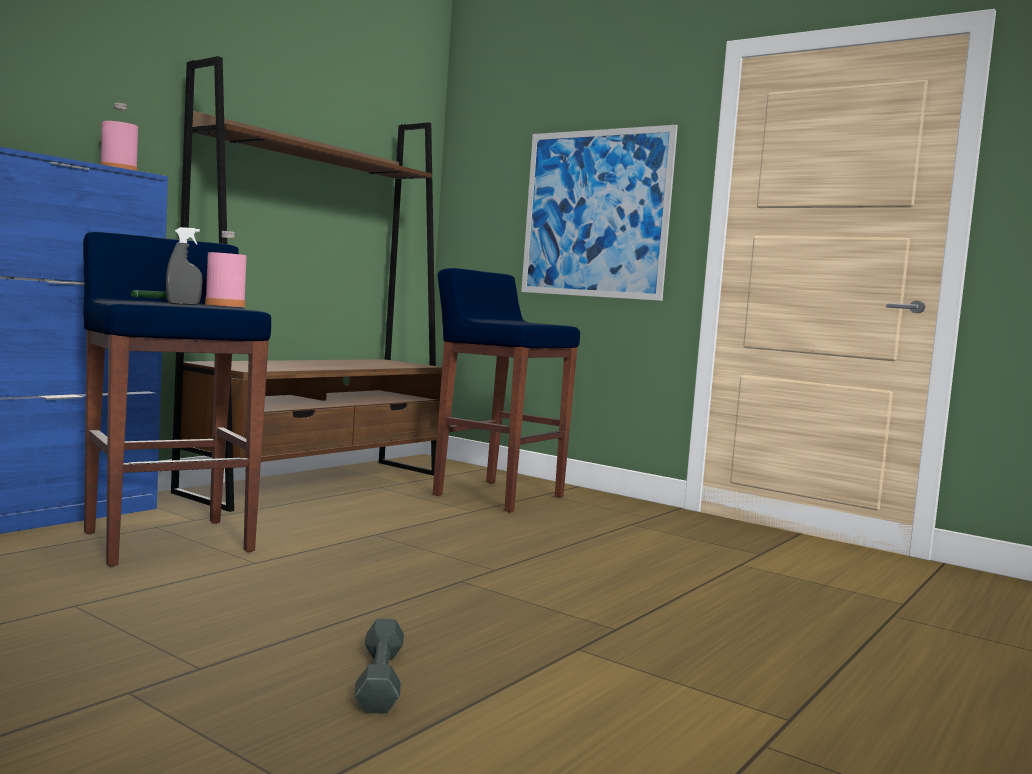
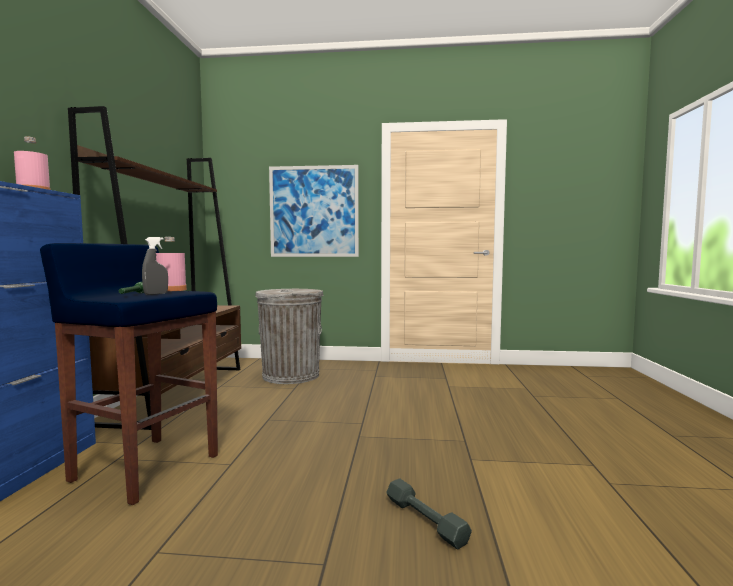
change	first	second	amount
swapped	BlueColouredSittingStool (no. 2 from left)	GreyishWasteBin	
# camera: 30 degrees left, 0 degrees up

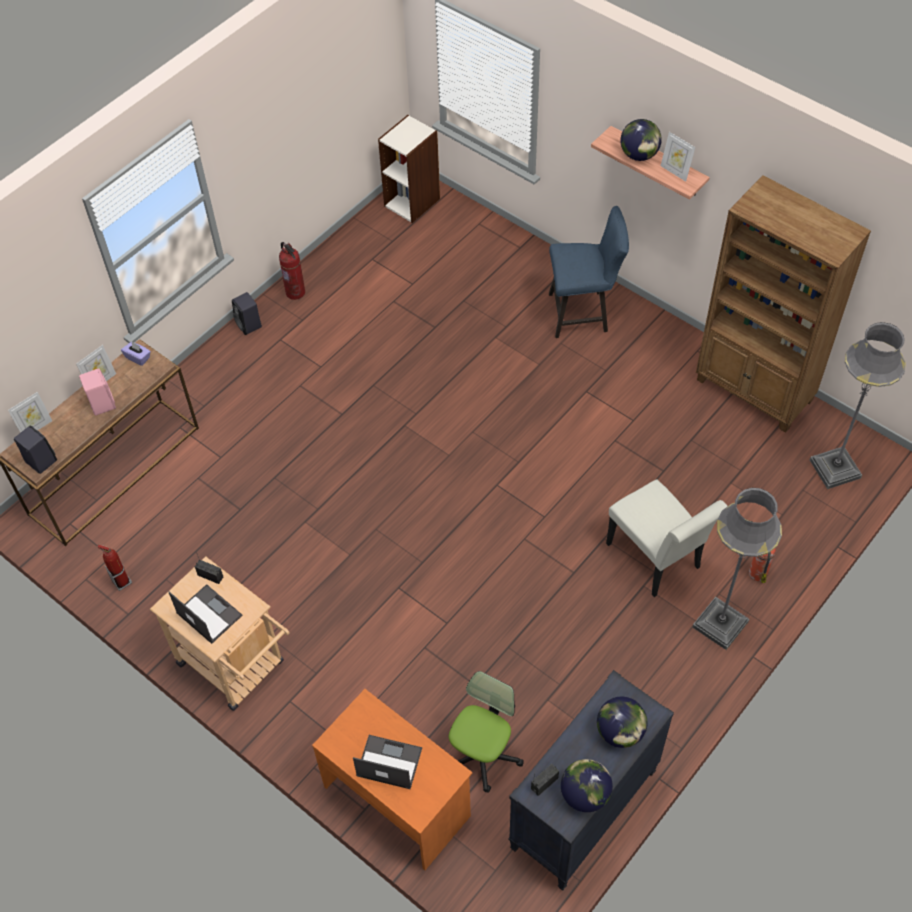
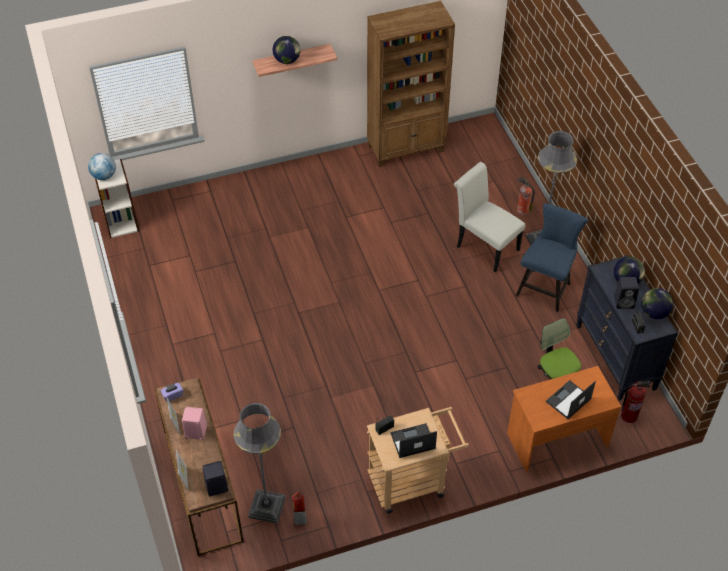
change	first	second	amount
gone	PictureFrame (no. 3 from left)		
shifted	BlueColouredPlainChair		
shifted	FireExtinguisher (no. 2 from left in the first image)	FireExtinguisher (no. 3 from left)	
shifted	BlackishSpeaker (no. 2 from left)		
shifted	GreyishFloorLamp (no. 2 from left in the first image)	GreyishFloorLamp (no. 1 from left)	
rotated	WhiteColouredPlainChair		135 degrees counterclockwise
new		Globe (no. 1 from left)	
# camera: 60 degrees left, 5 degrees down

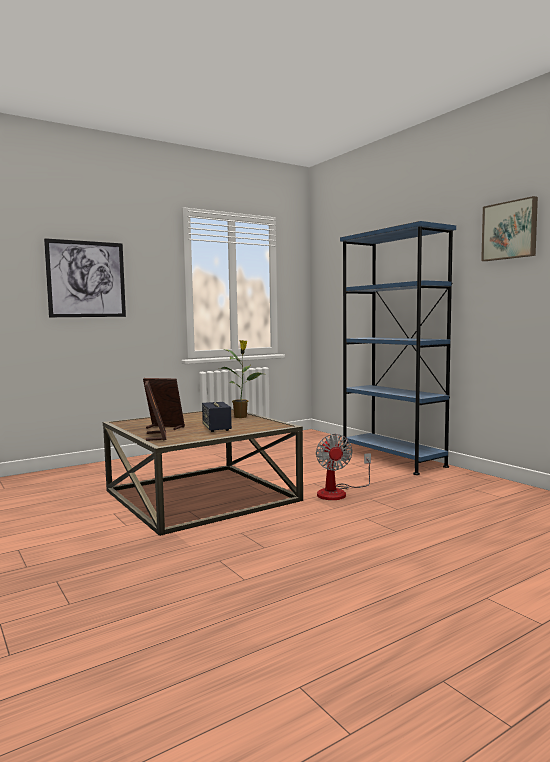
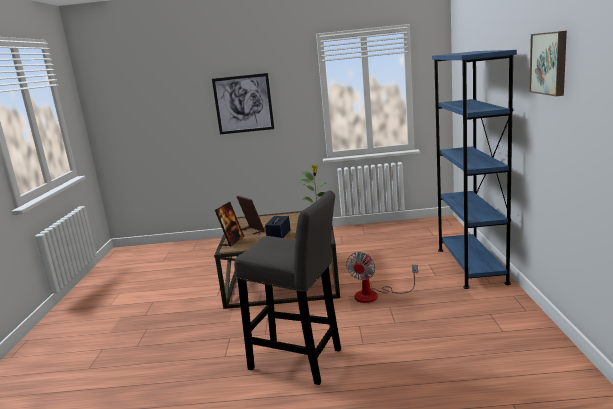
change	first	second	amount
new		GreyishSittingStool	
# camera: 35 degrees right, 10 degrees up

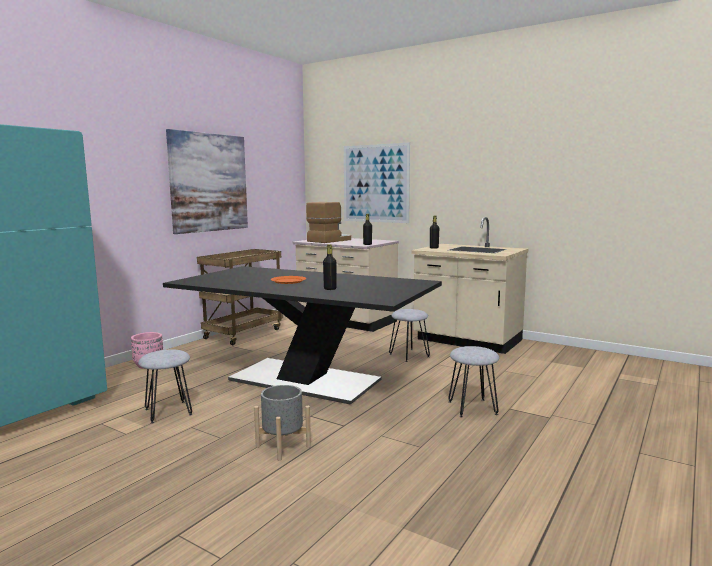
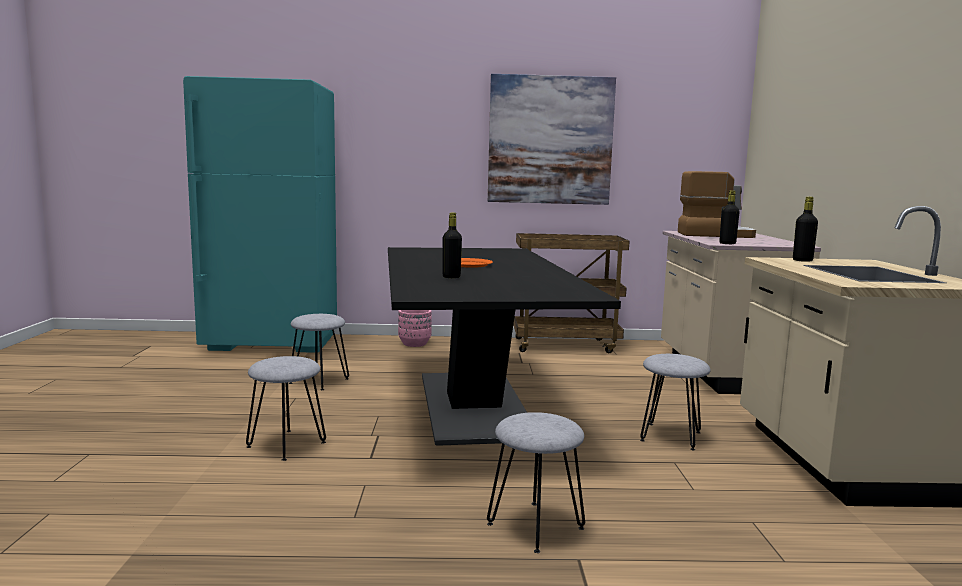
change	first	second	amount
gone	WallArt (no. 2 from left)		
swapped	GreyishPlantPot	GreyishSittingStool (no. 1 from left)	
# camera: 55 degrees right, 0 degrees up

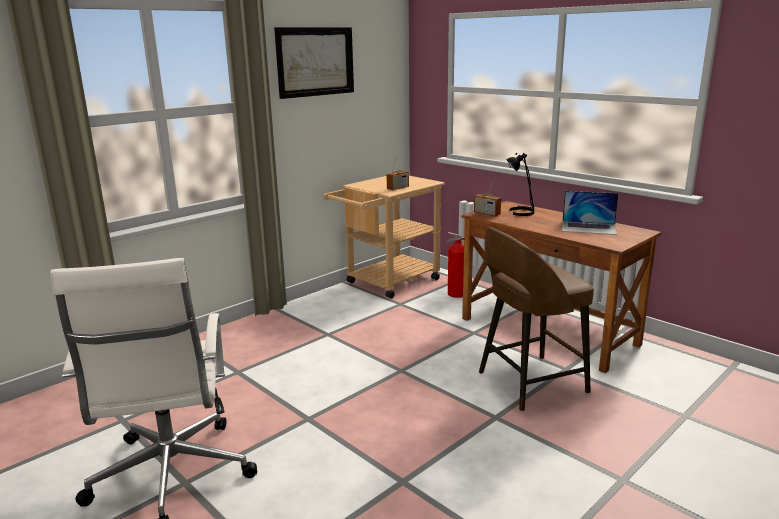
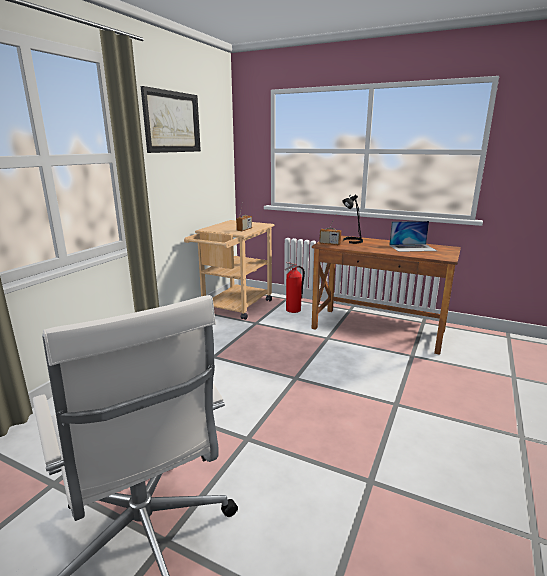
change	first	second	amount
gone	BrownishSittingStool		
# camera: 20 degrees left, 0 degrees up

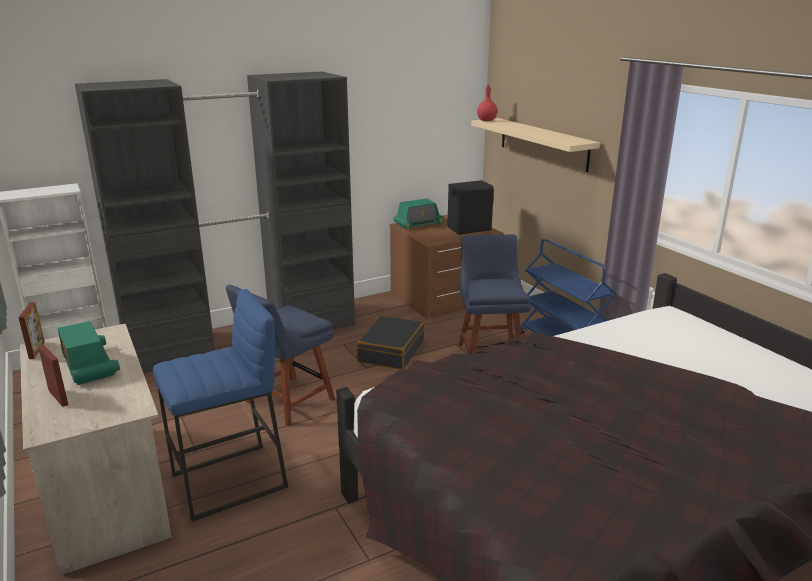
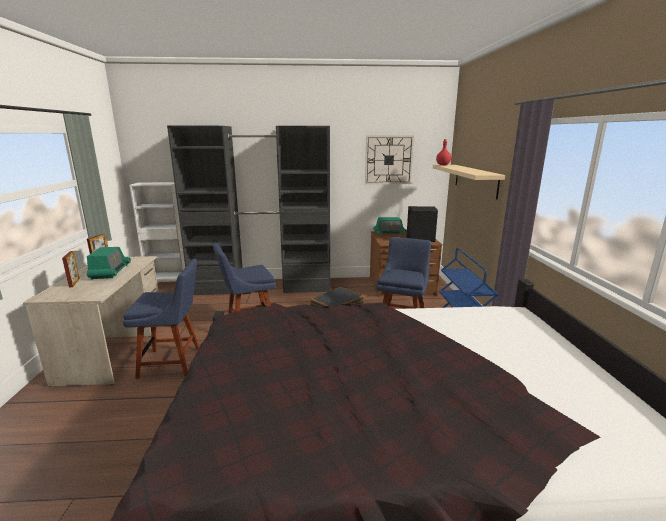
change	first	second	amount
swapped	BlueColouredSittingStool	BlueColouredPlainChair (no. 1 from left)	
new		HangingClock	
# camera: 25 degrees right, 5 degrees down

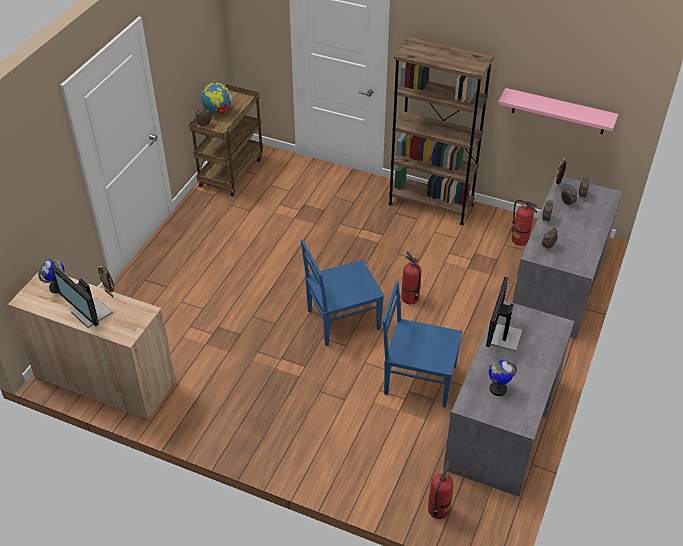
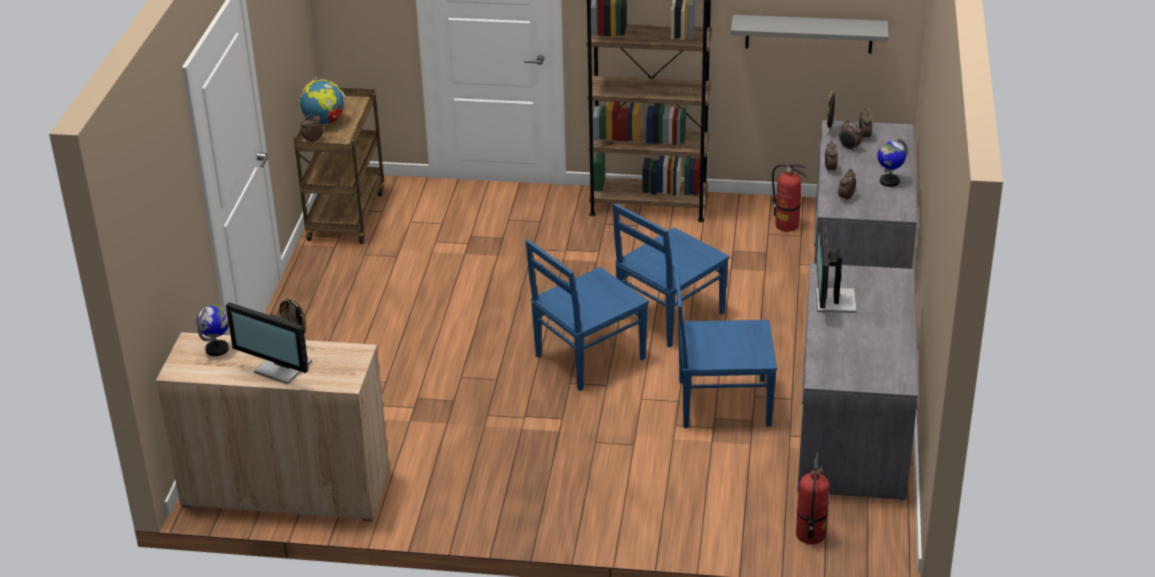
change	first	second	amount
repainted	PinkishBracketShelf	GreyishBracketShelf	
swapped	FireExtinguisher (no. 1 from left)	BlueColouredPlainChair (no. 2 from left)	
shifted	Globe (no. 3 from left)		
# camera: 15 degrees left, 10 degrees down

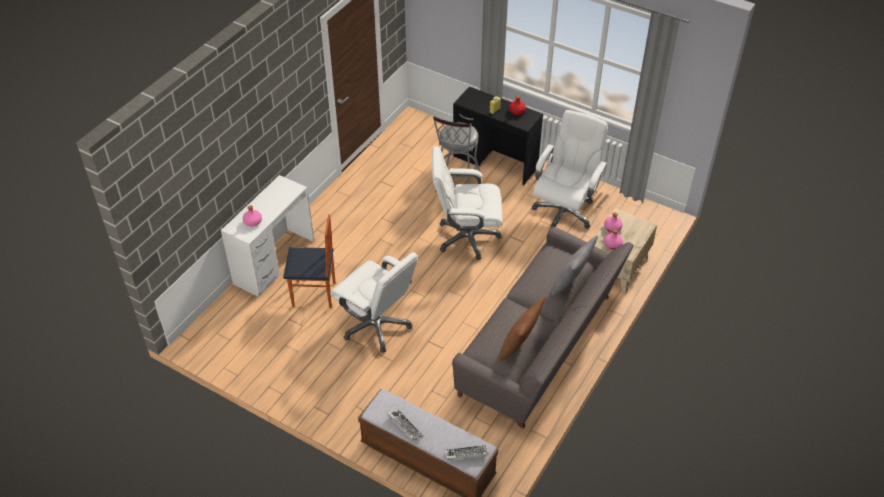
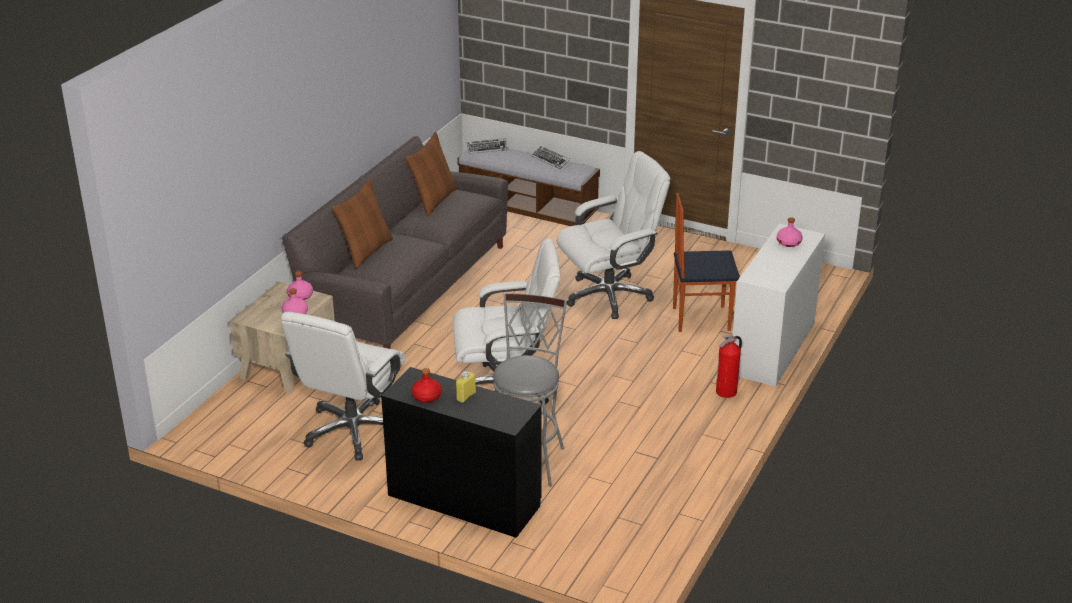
change	first	second	amount
repainted	GreyishCushion	BrownishCushion (no. 1 from left)	
rotated	WhiteColouredDeskChair (no. 1 from left in the first image)	WhiteColouredDeskChair (no. 3 from left)	120 degrees clockwise
new		FireExtinguisher	
# camera: 175 degrees right, 15 degrees down

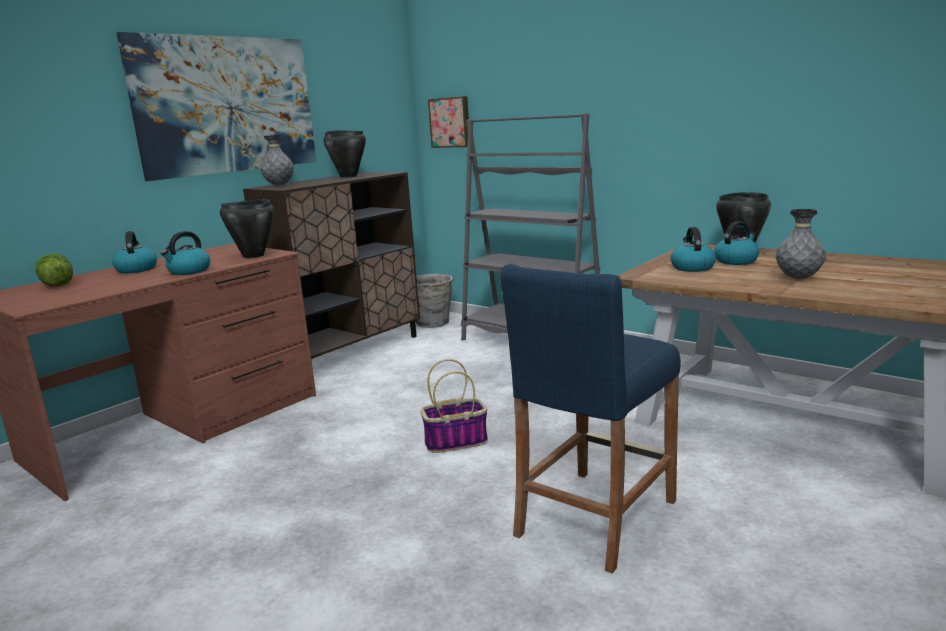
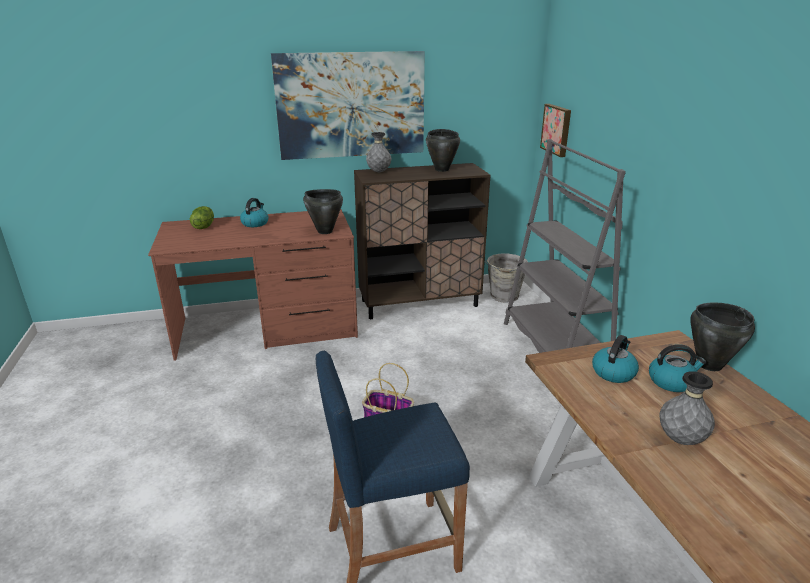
change	first	second	amount
gone	TeaKettle (no. 2 from left)		
# camera: 35 degrees right, 10 degrees up

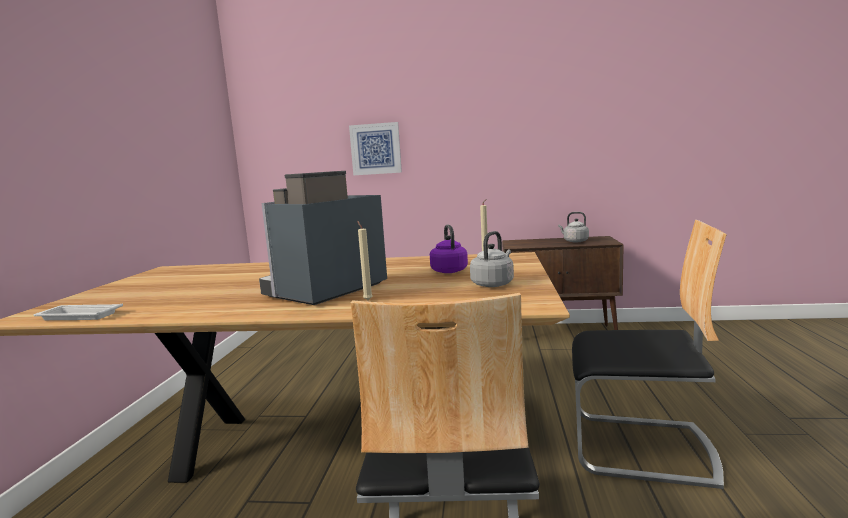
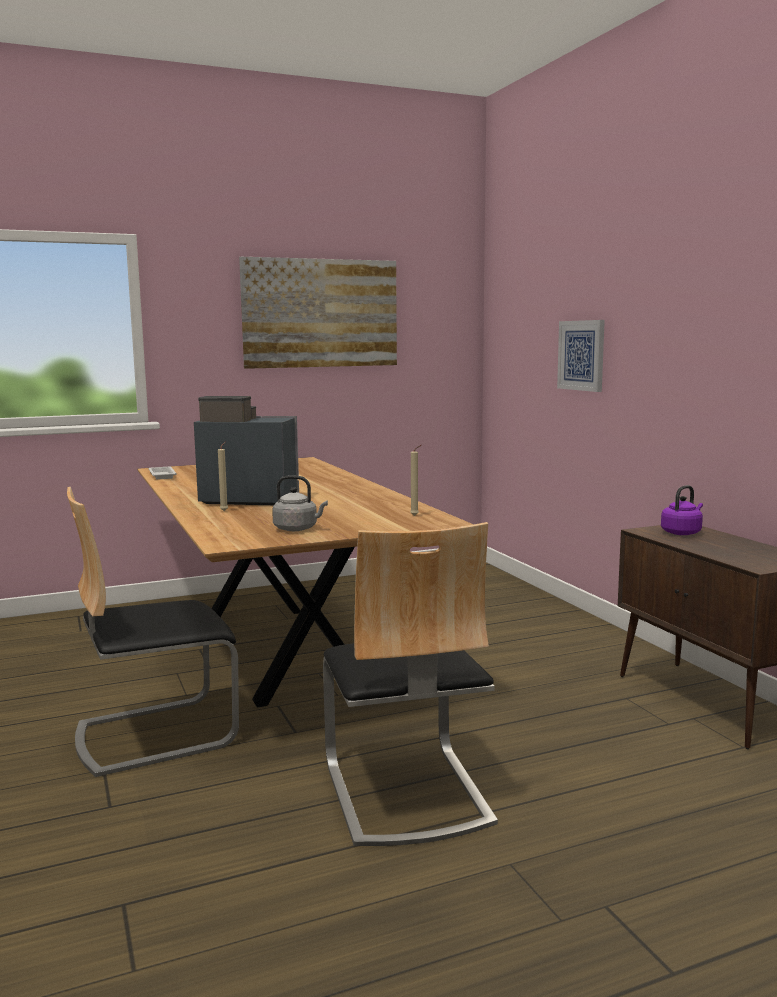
change	first	second	amount
gone	GreyishTeaKettle (no. 2 from left)		
shifted	PurpleTeaKettle		
new		WallArt (no. 1 from left)	
# camera: 60 degrees right, 0 degrees up

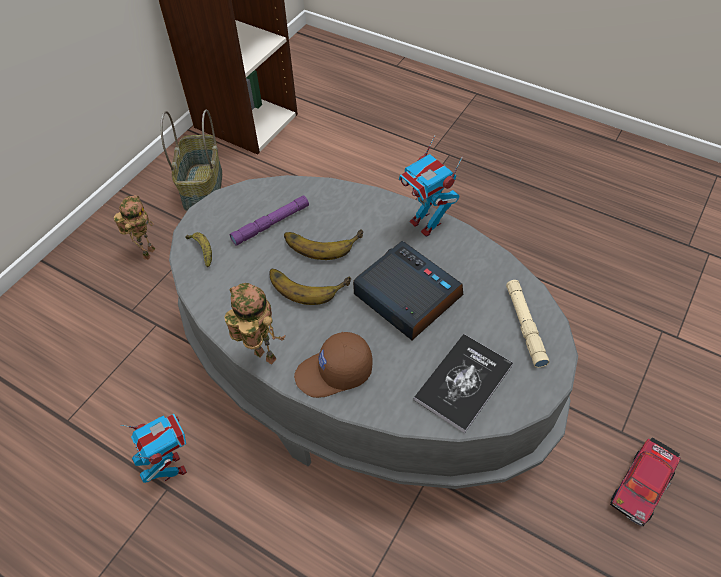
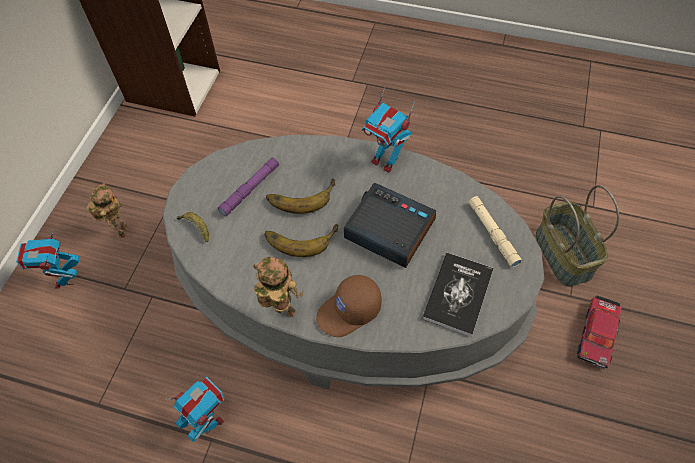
change	first	second	amount
shifted	Basket		
new		ToyRobot (no. 1 from left)	
# camera: 15 degrees left, 5 degrees up

